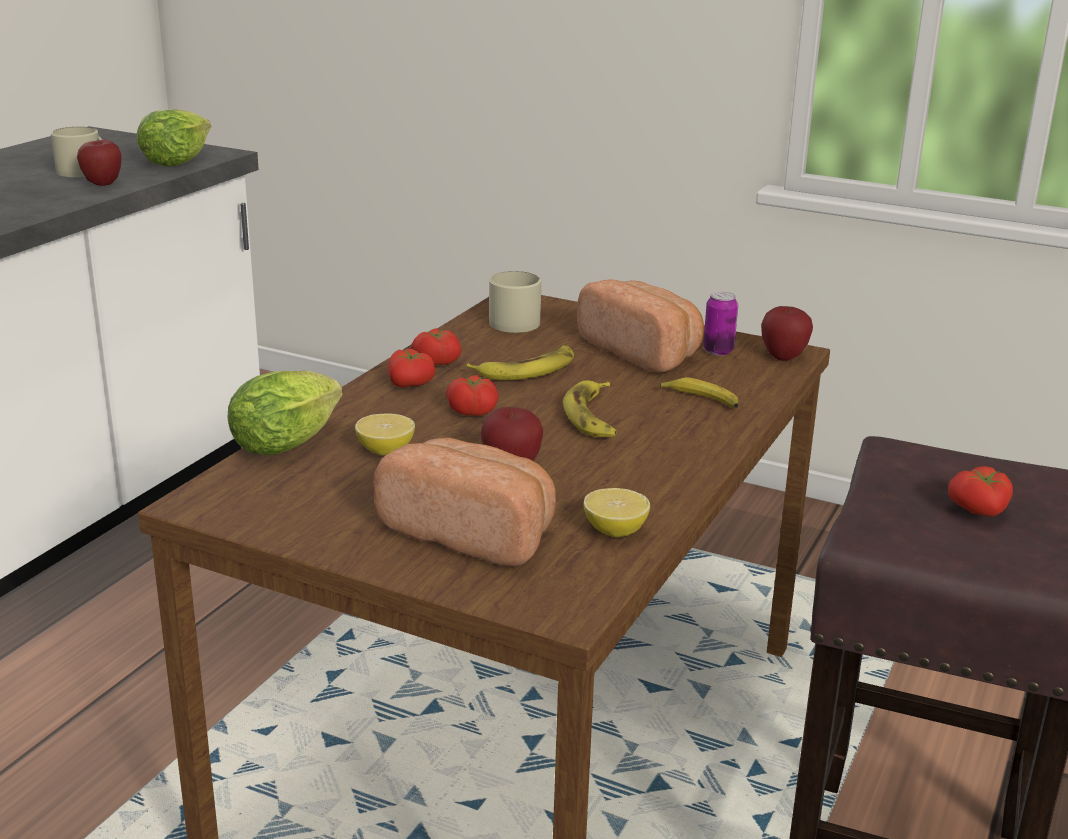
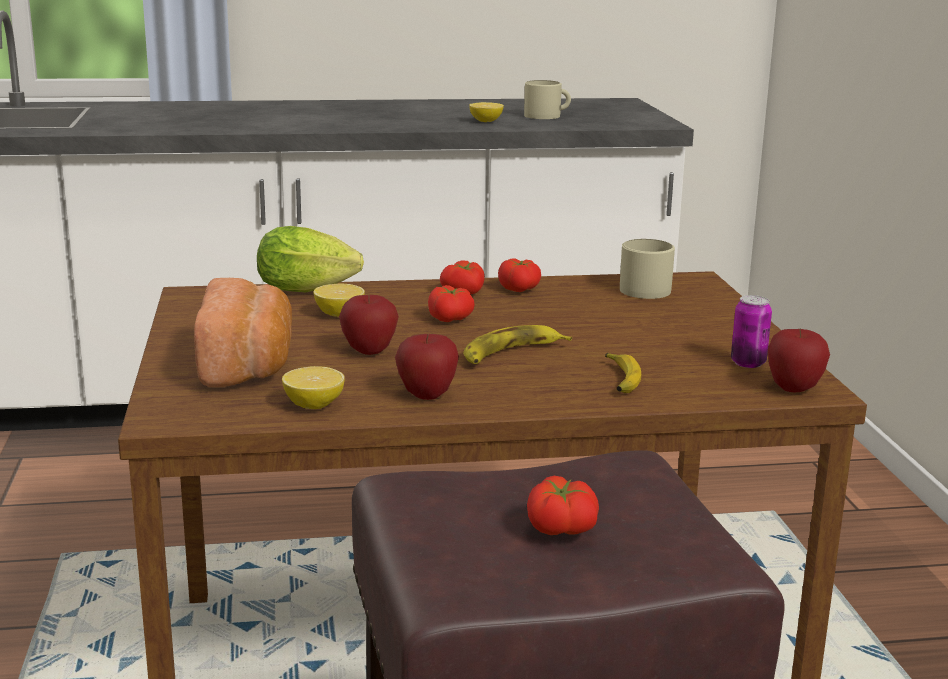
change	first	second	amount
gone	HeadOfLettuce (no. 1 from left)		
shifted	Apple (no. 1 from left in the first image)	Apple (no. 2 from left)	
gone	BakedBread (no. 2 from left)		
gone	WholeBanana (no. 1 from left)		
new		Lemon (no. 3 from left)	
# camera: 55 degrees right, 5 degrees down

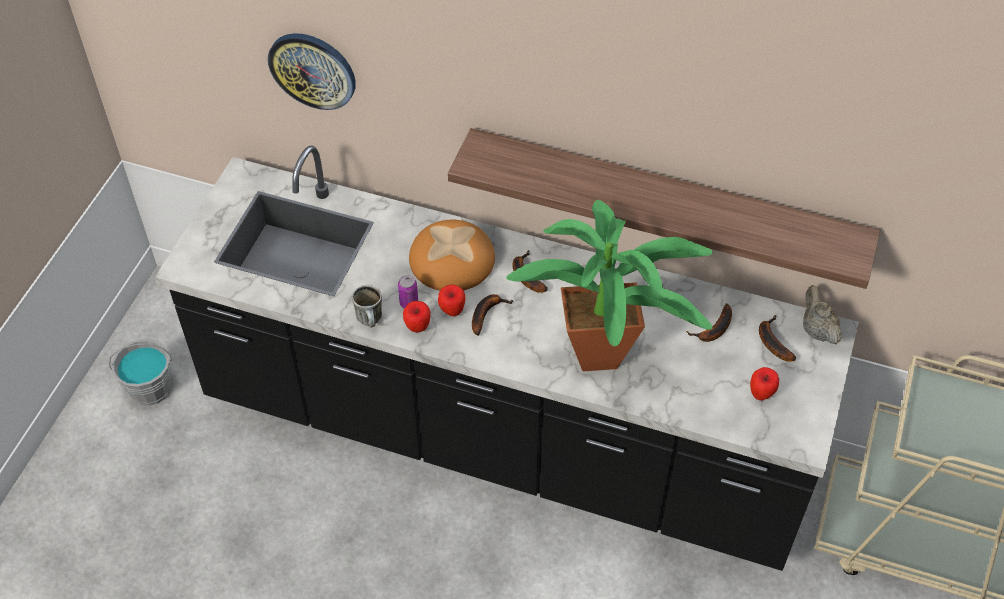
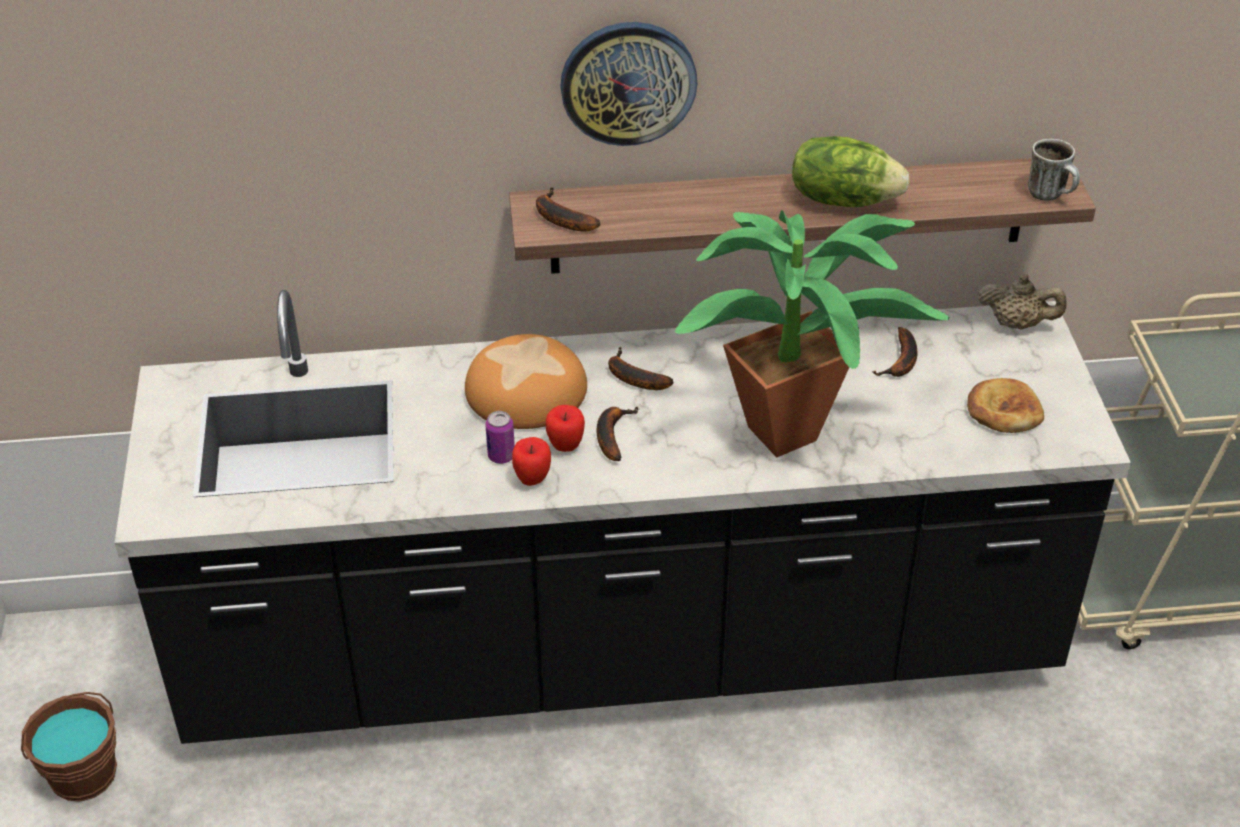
change	first	second	amount
shifted	HangingClock		
shifted	Mug		
rotated	BeigeColouredPotForTea		150 degrees clockwise
shifted	WholeBanana (no. 4 from left in the first image)	WholeBanana (no. 1 from left)	
repainted	GreyishWaterBucket	BrownishWaterBucket	
swapped	Apple (no. 3 from left)	BakedBread (no. 2 from left)	
new		HeadOfLettuce	
# camera: 25 degrees left, 10 degrees down

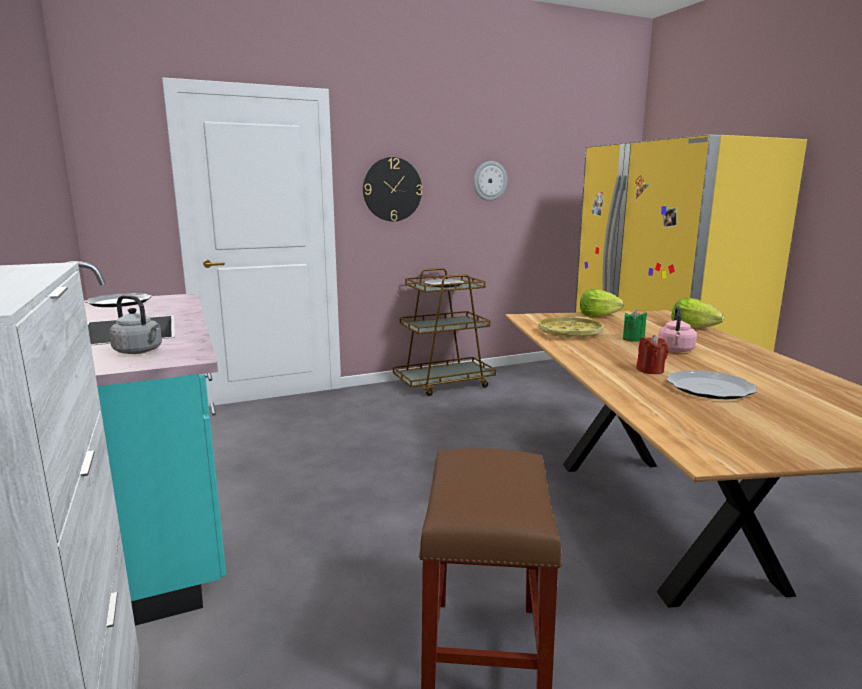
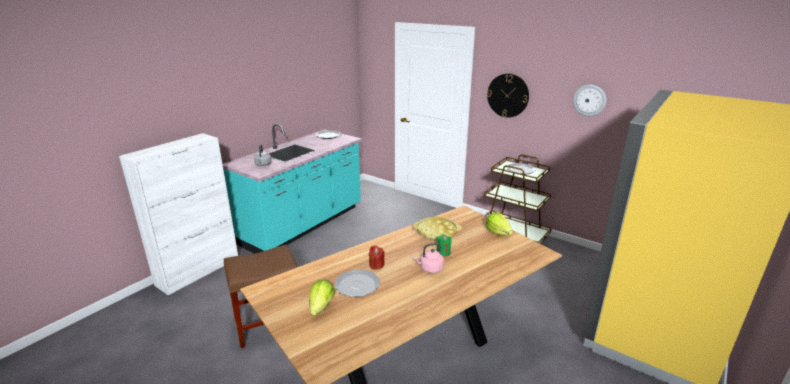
change	first	second	amount
shifted	HeadOfLettuce (no. 2 from left in the first image)	HeadOfLettuce (no. 1 from left)	
# camera: 60 degrees right, 10 degrees up

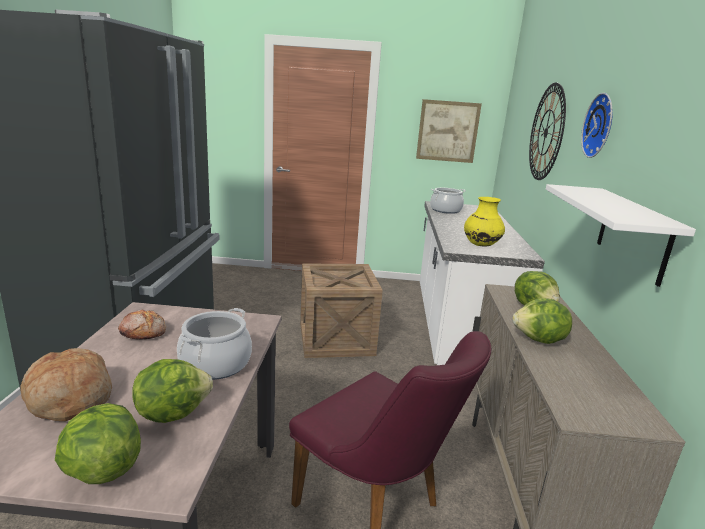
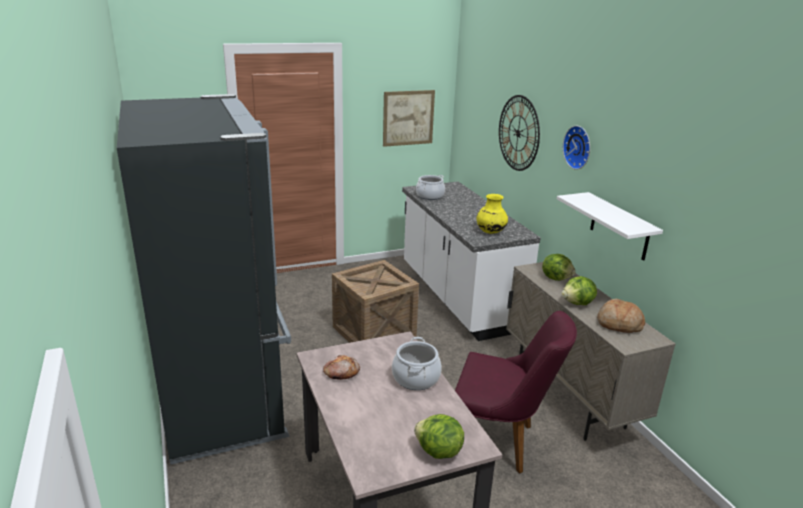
change	first	second	amount
shifted	BakedBread (no. 1 from left in the first image)	BakedBread (no. 2 from left)	
gone	HeadOfLettuce (no. 2 from left)		
# camera: 25 degrees left, 5 degrees up

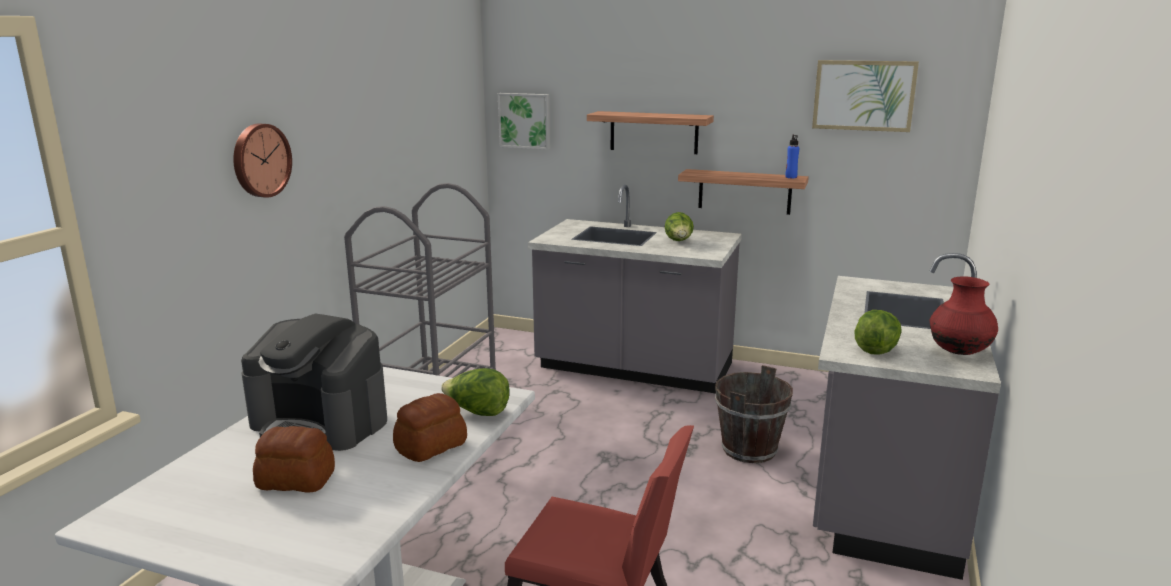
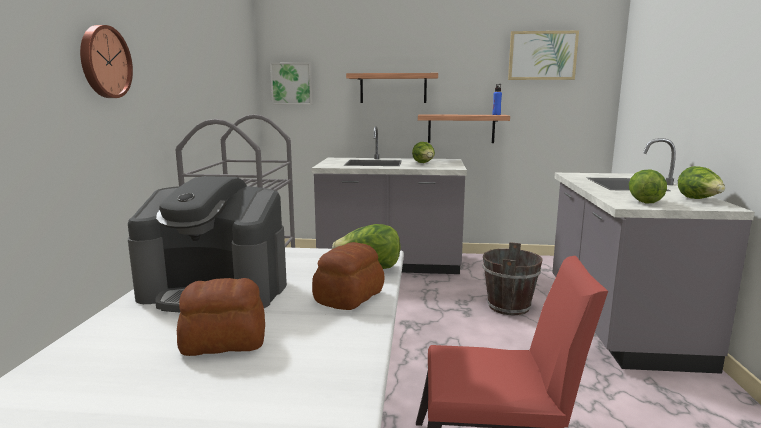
change	first	second	amount
swapped	ReddishFlowerVase	HeadOfLettuce (no. 4 from left)	
# camera: 15 degrees left, 5 degrees down

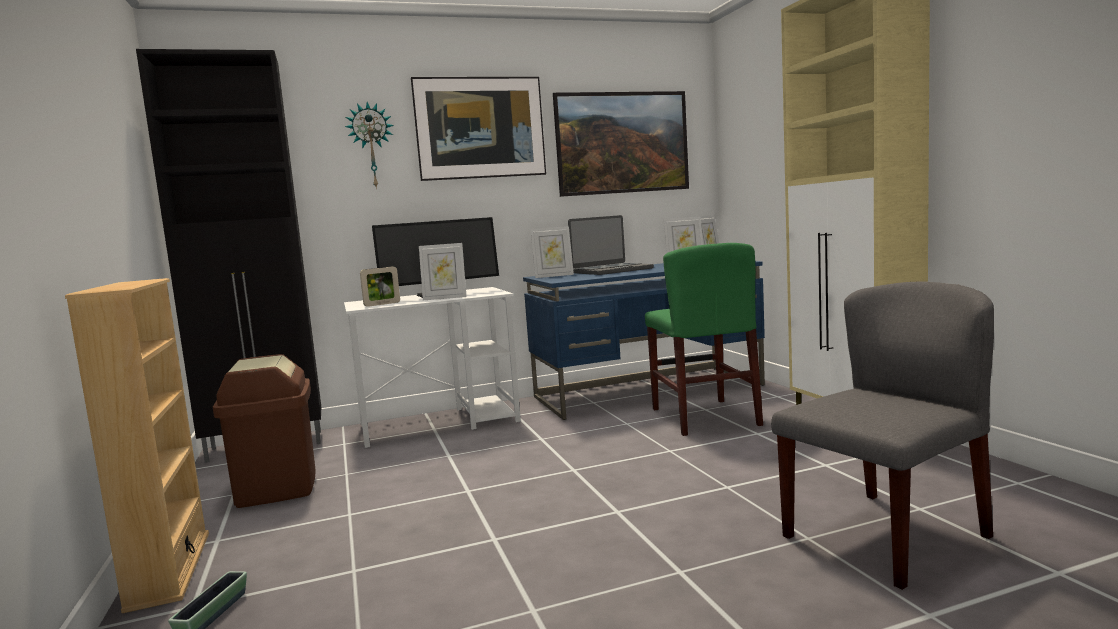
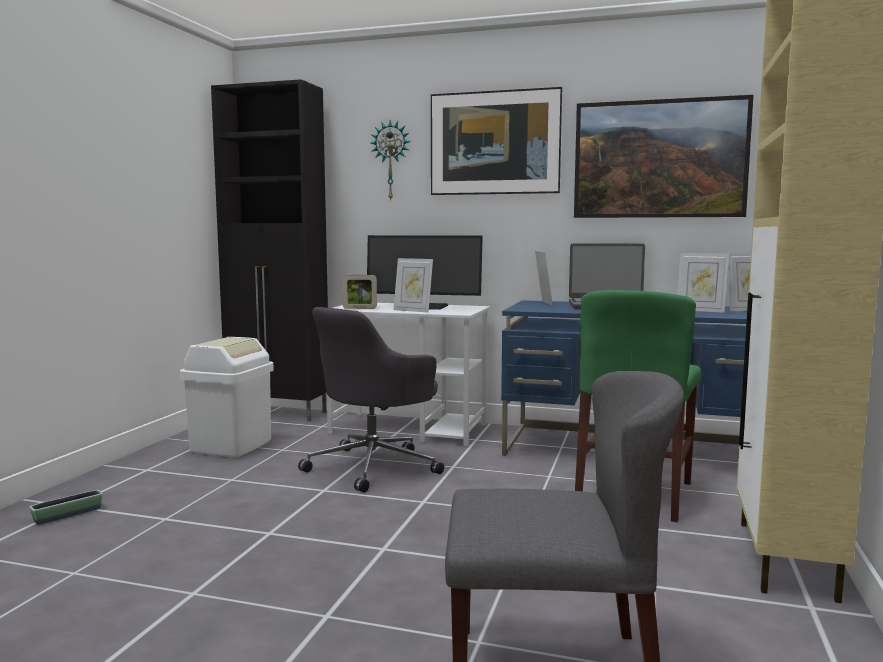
change	first	second	amount
rotated	PictureFrame (no. 3 from left)		120 degrees counterclockwise
gone	BeigeColouredShelvingUnit		
repainted	BrownishWasteBin	WhiteColouredWasteBin	
new		GreyishDeskChair	
# camera: 35 degrees right, 0 degrees up

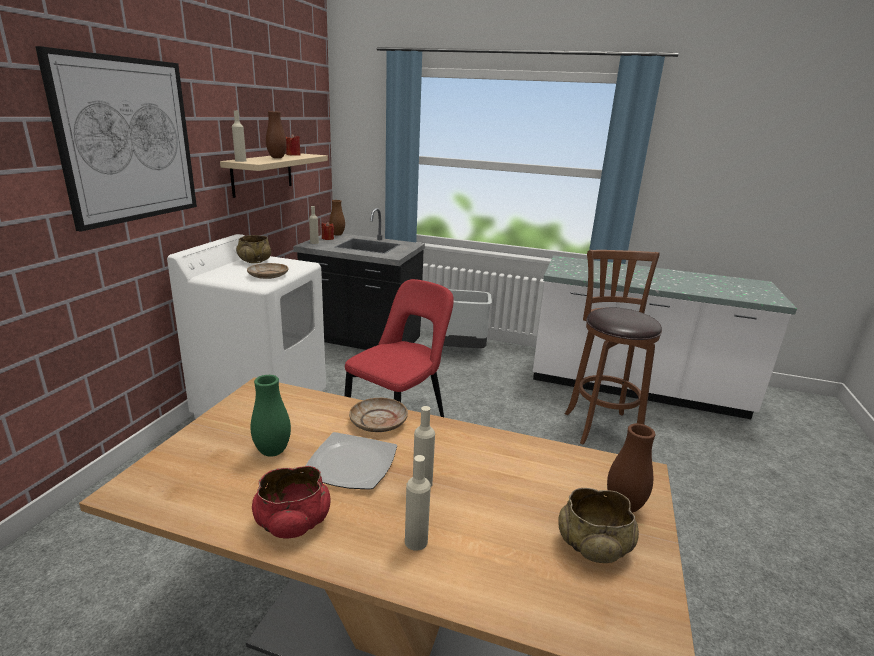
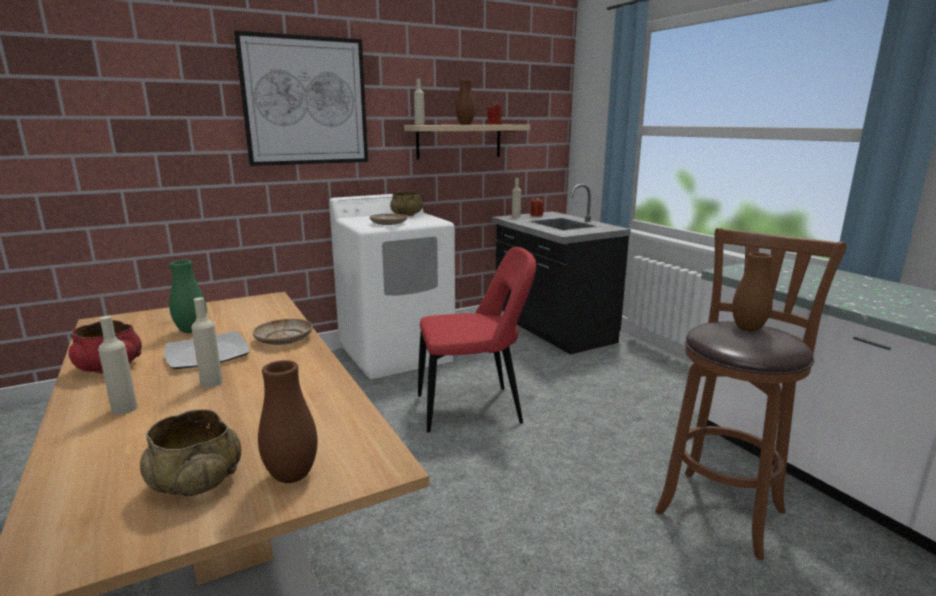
change	first	second	amount
shifted	BrownishFlowerVase (no. 2 from left in the first image)	BrownishFlowerVase (no. 3 from left)	
gone	GreyishWasteBin		
# camera: 45 degrees right, 5 degrees down

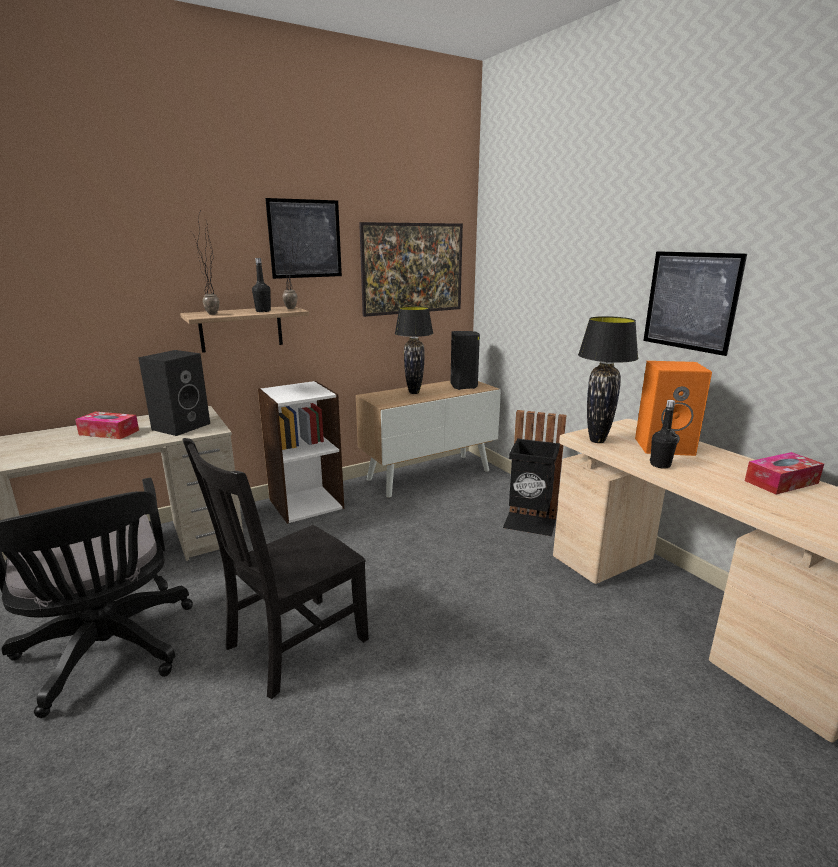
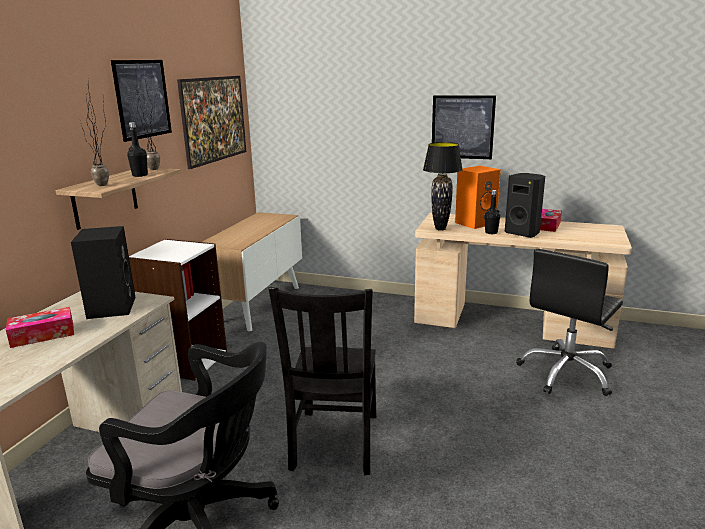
change	first	second	amount
gone	BlackishTableLamp (no. 1 from left)		
shifted	BlackishSpeaker (no. 2 from left)		
gone	BlackishWasteBin		
new		BlackishDeskChair (no. 2 from left)	
# camera: 40 degrees left, 0 degrees up

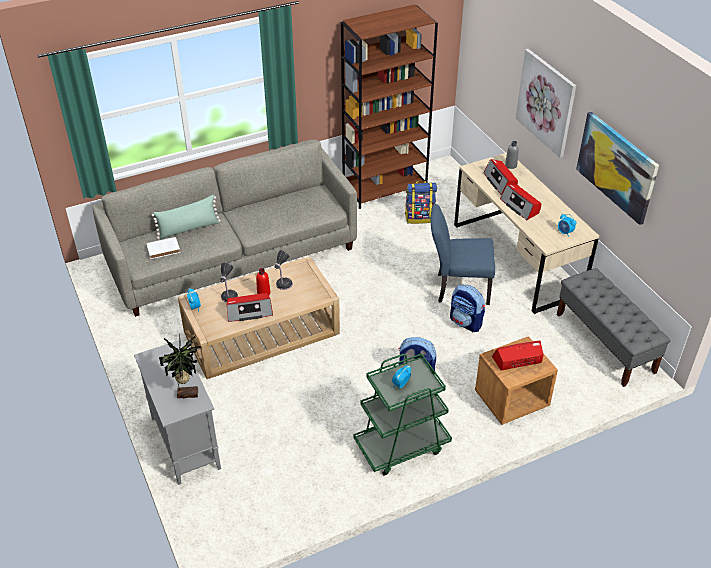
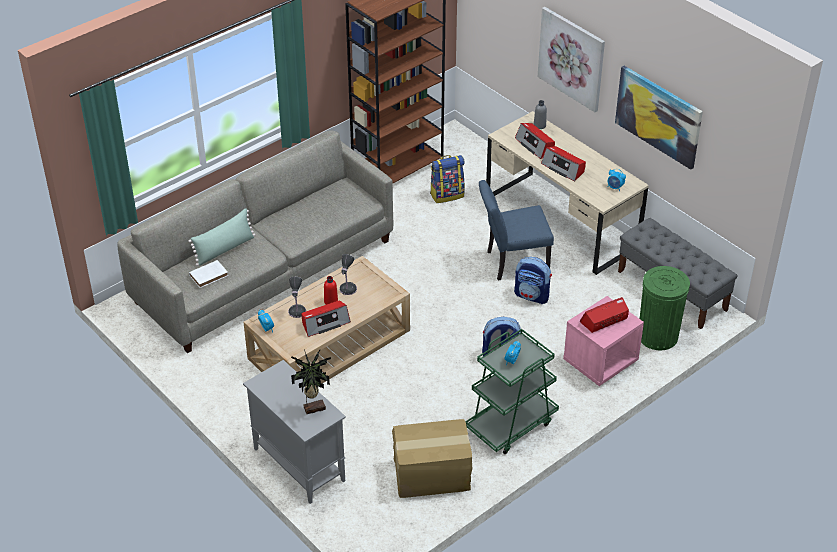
change	first	second	amount
repainted	BrownishNightTable	PinkishNightTable	
new		GreenWasteBin	
new		Carton	
# camera: 15 degrees left, 0 degrees up

